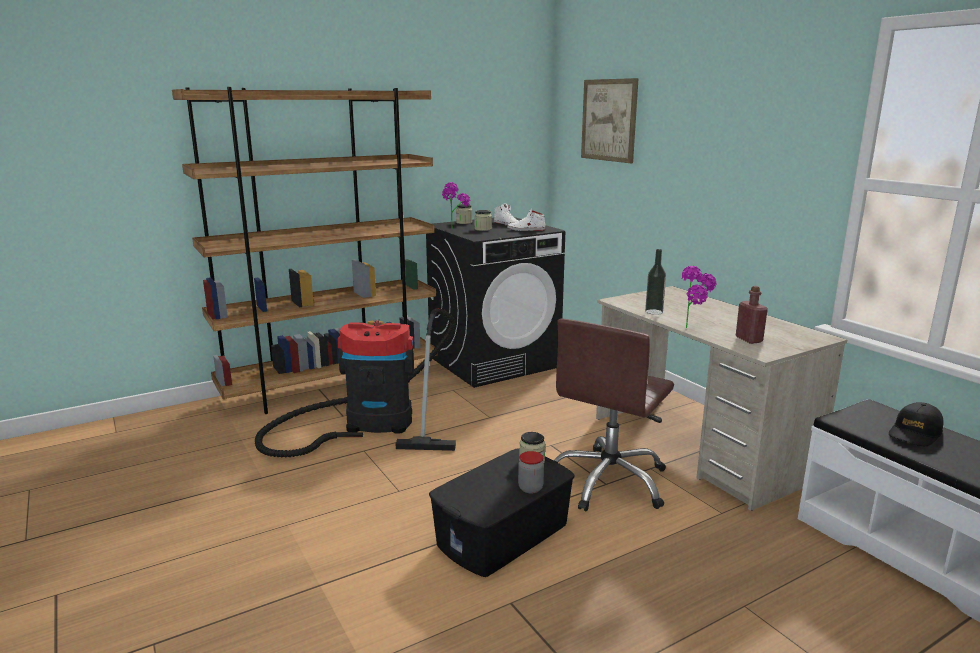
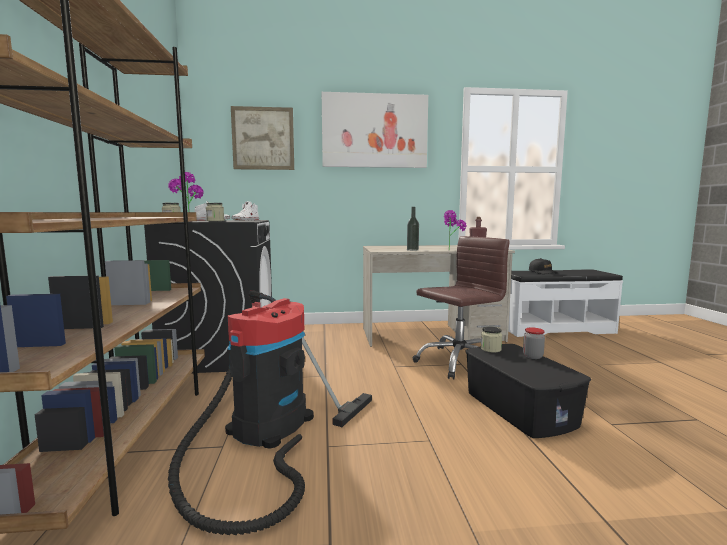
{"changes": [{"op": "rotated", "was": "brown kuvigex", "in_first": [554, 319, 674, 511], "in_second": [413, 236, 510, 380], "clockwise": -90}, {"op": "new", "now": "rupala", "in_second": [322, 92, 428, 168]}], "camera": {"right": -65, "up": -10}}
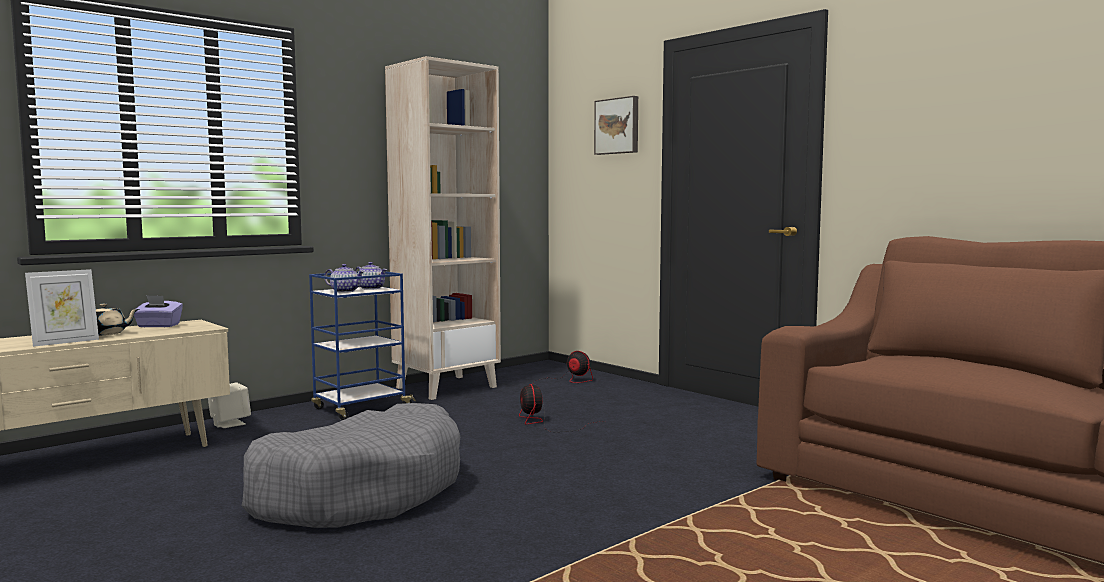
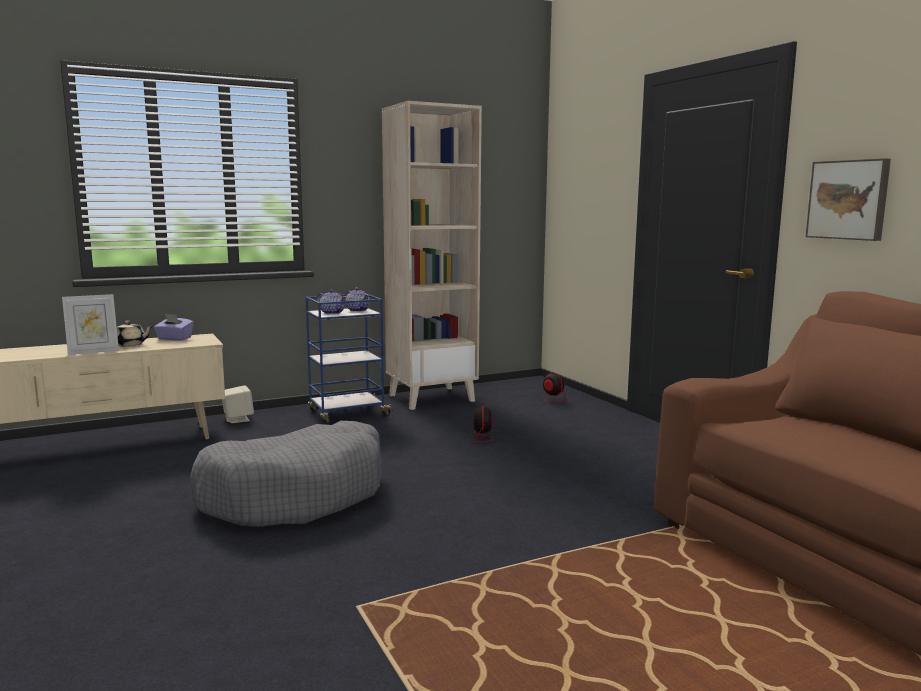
{"changes": [{"op": "shifted", "was": "rupala", "in_first": [594, 96, 638, 155], "in_second": [805, 158, 891, 241]}], "camera": {"right": 15, "up": 5}}
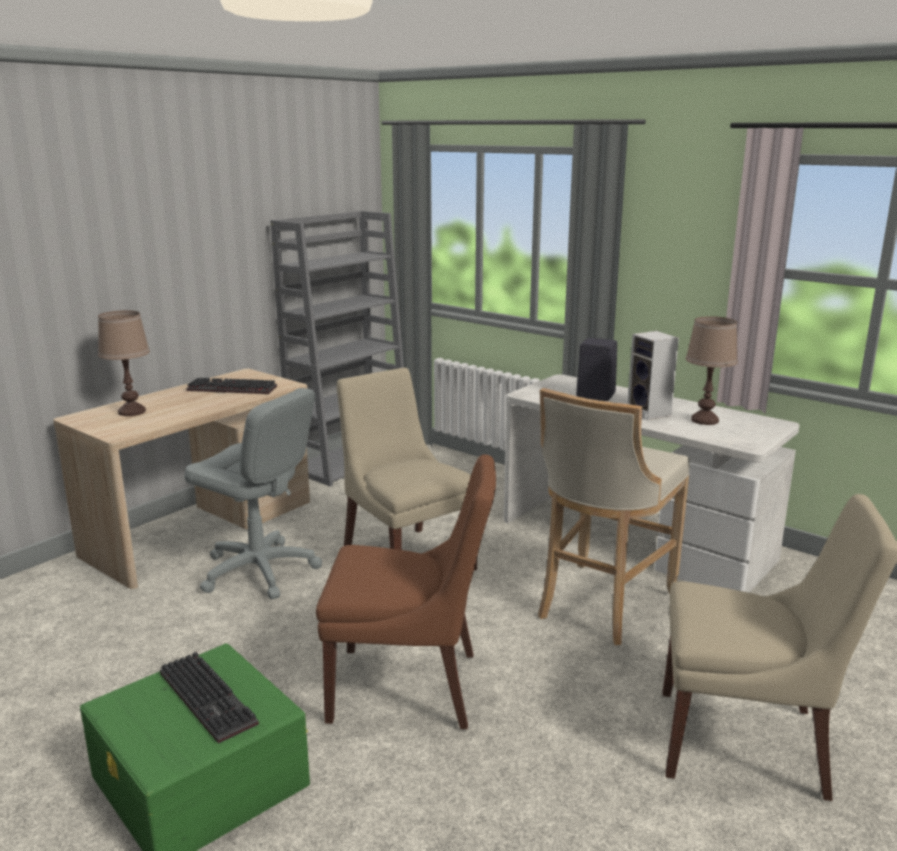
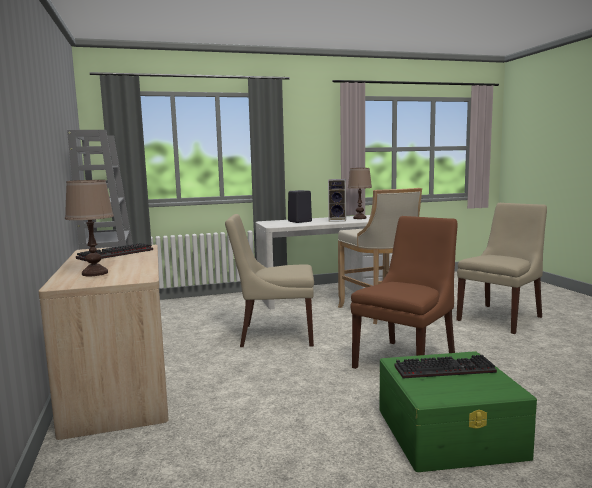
{"changes": [{"op": "gone", "was": "grey kuvigex", "in_first": [184, 388, 322, 599]}], "camera": {"right": -55, "up": -10}}
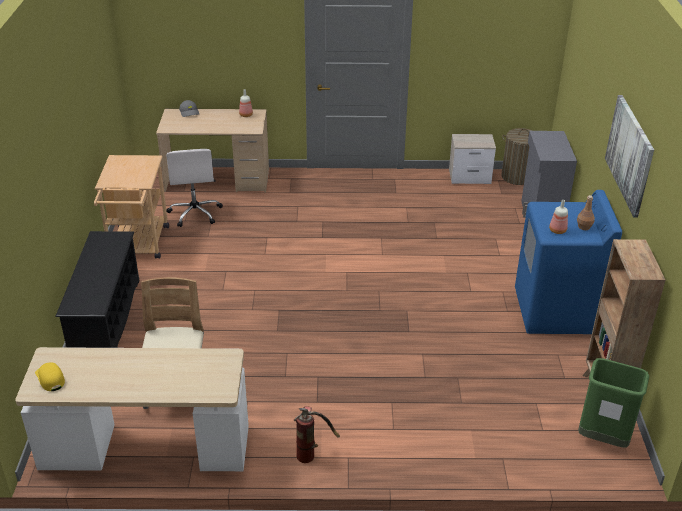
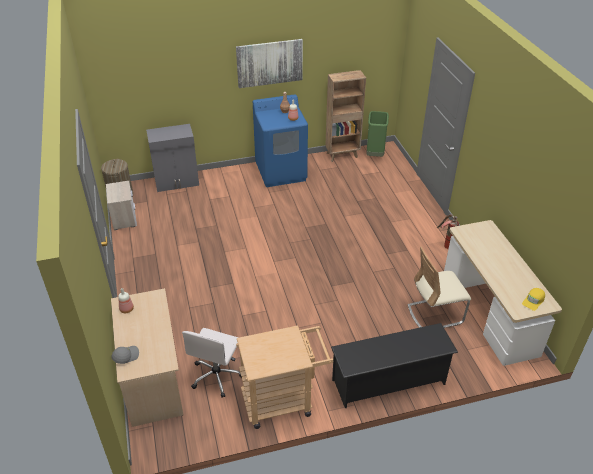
{"changes": [{"op": "rotated", "was": "white kuvigex", "in_first": [166, 149, 223, 227], "in_second": [182, 328, 242, 397], "clockwise": 135}], "camera": {"right": -105, "up": 5}}
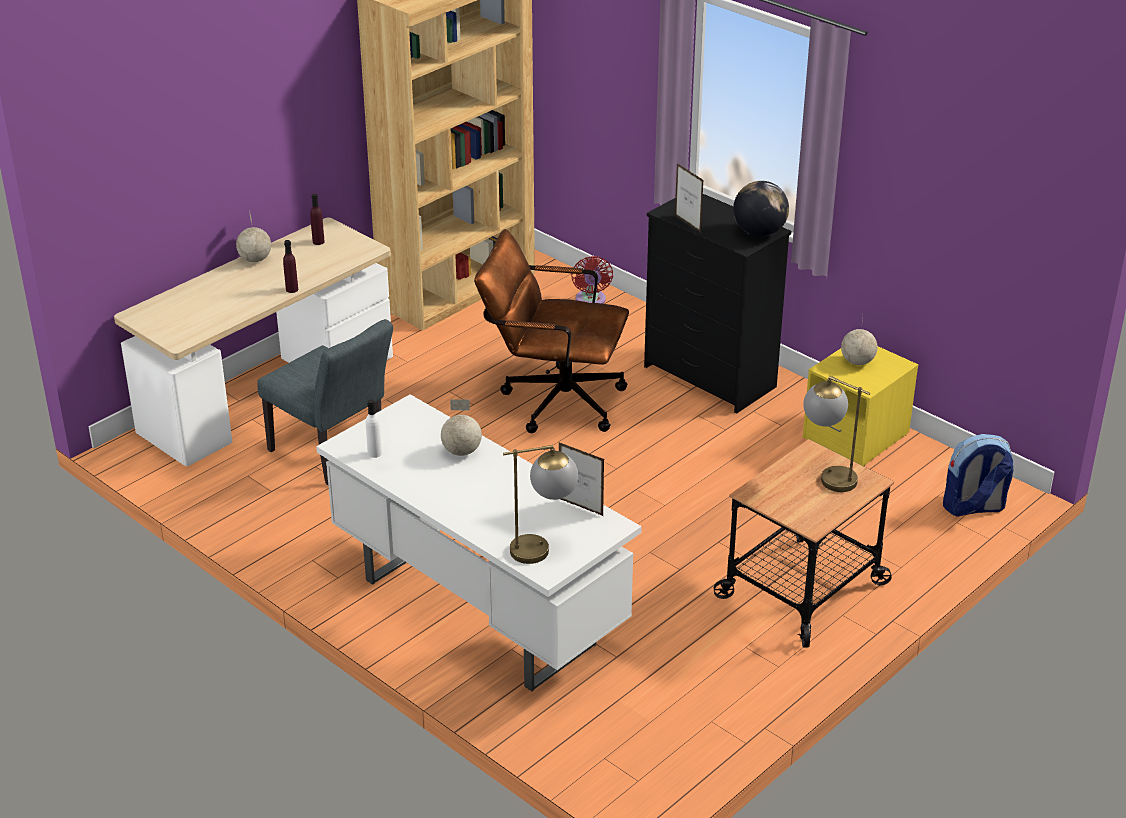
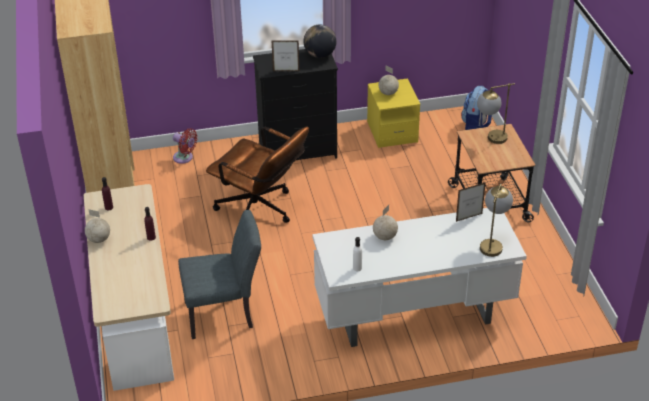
{"changes": [{"op": "rotated", "was": "brown kuvigex", "in_first": [474, 229, 629, 433], "in_second": [206, 127, 309, 223], "clockwise": -105}], "camera": {"right": -55, "up": 5}}
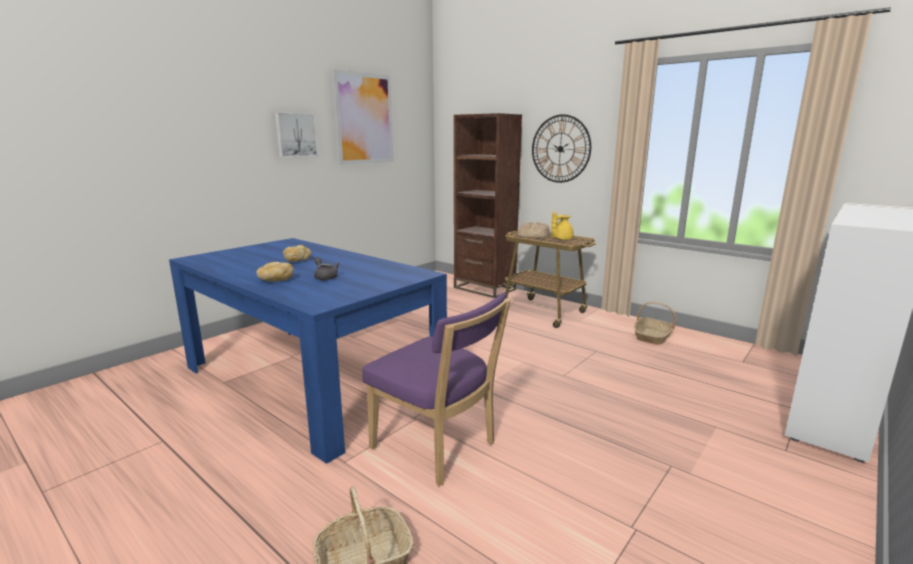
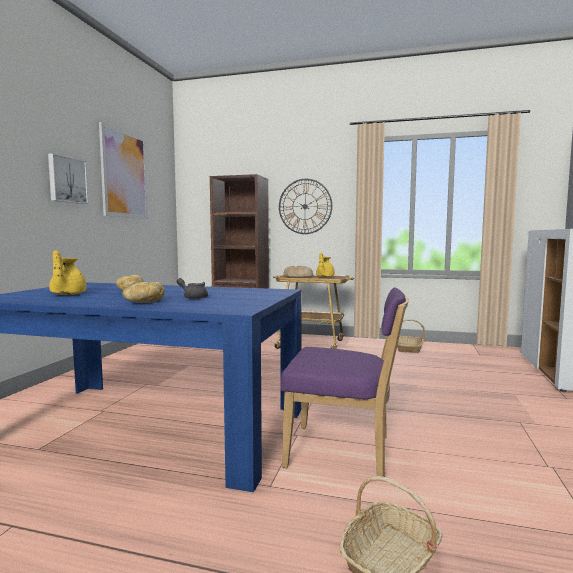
{"changes": [{"op": "new", "now": "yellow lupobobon", "in_second": [49, 250, 86, 295]}], "camera": {"right": -25, "up": -10}}
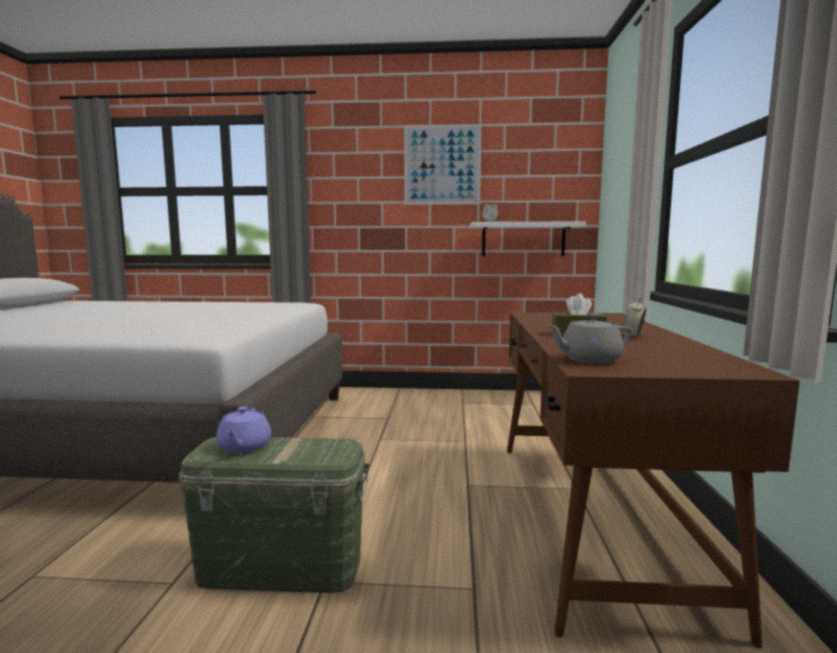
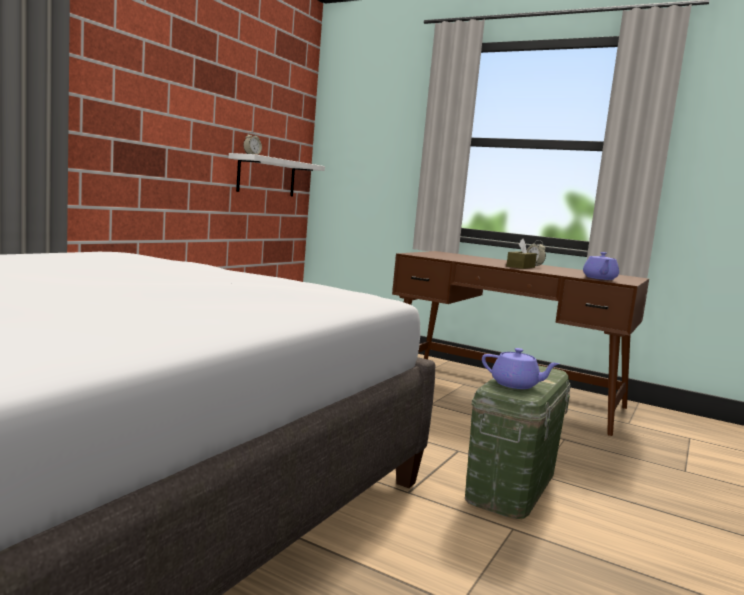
{"changes": [{"op": "gone", "was": "rupala", "in_first": [404, 124, 482, 205]}, {"op": "repainted", "was": "grey lupobobon", "now": "purple lupobobon", "in_first": [546, 313, 632, 364], "in_second": [583, 252, 619, 280]}], "camera": {"right": -65, "up": 0}}
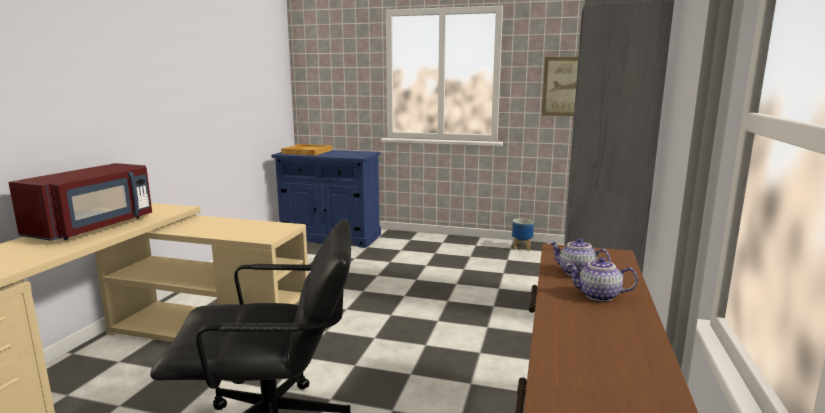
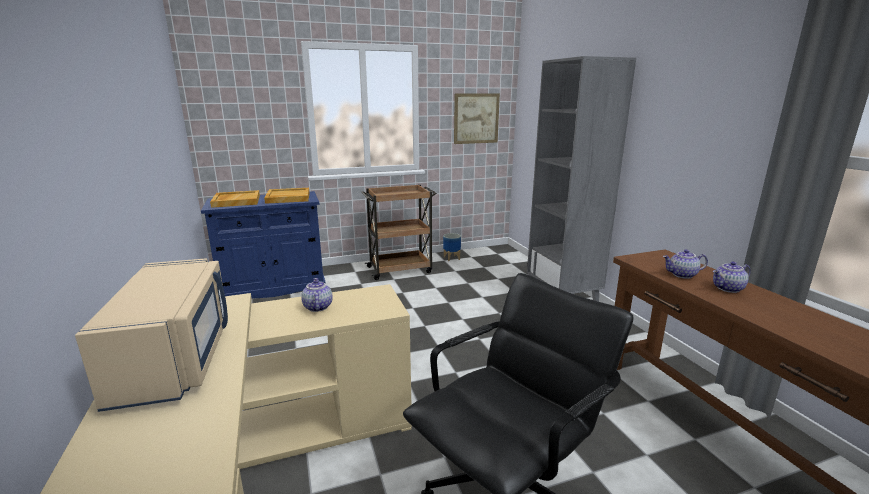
{"changes": [{"op": "repainted", "was": "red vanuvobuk", "now": "beige vanuvobuk", "in_first": [8, 163, 152, 241], "in_second": [75, 258, 228, 412]}, {"op": "new", "now": "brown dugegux", "in_second": [361, 185, 437, 280]}, {"op": "new", "now": "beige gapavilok", "in_second": [264, 188, 309, 204]}, {"op": "new", "now": "lupobobon", "in_second": [301, 278, 333, 312]}], "camera": {"right": -35, "up": 5}}
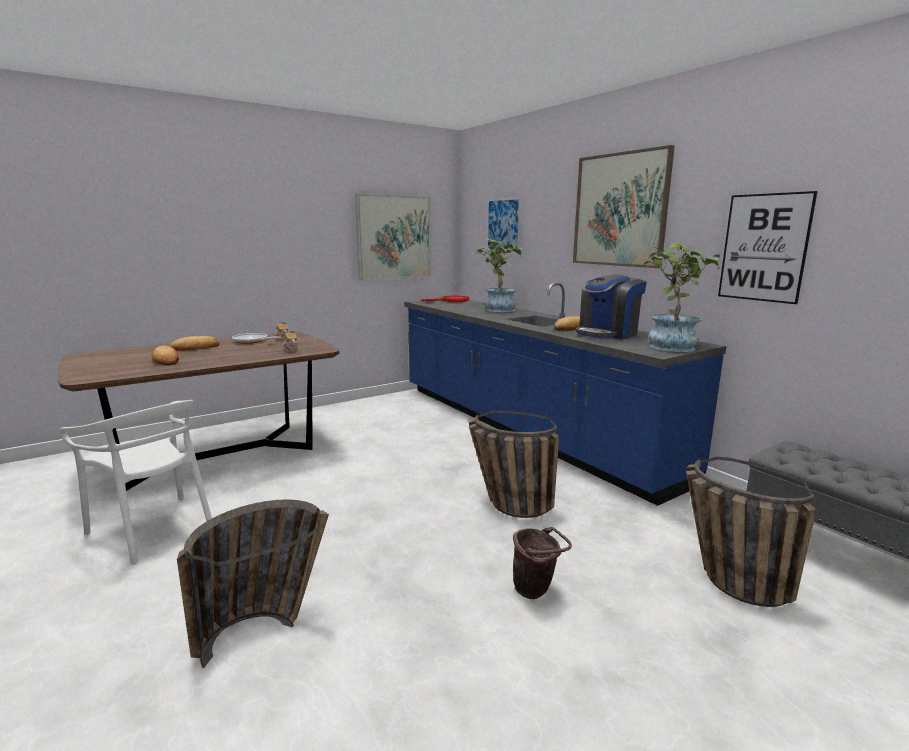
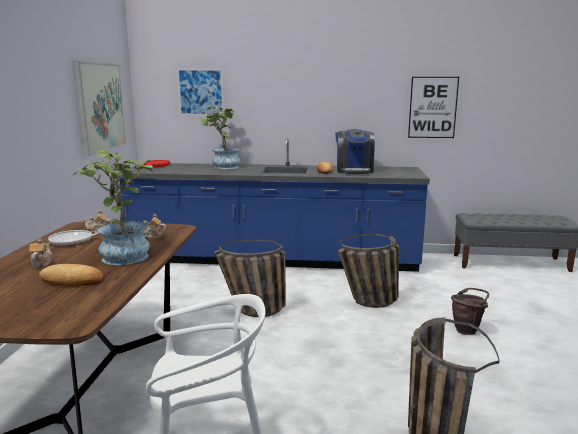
{"changes": [{"op": "gone", "was": "rupala", "in_first": [573, 145, 675, 268]}, {"op": "shifted", "was": "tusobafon", "in_first": [644, 243, 720, 352], "in_second": [73, 150, 154, 265]}, {"op": "swapped", "was": "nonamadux", "now": "lupobobon", "in_first": [170, 336, 219, 351], "in_second": [29, 239, 53, 267]}, {"op": "shifted", "was": "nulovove", "in_first": [686, 457, 816, 607], "in_second": [214, 239, 286, 317]}], "camera": {"right": -50, "up": 0}}
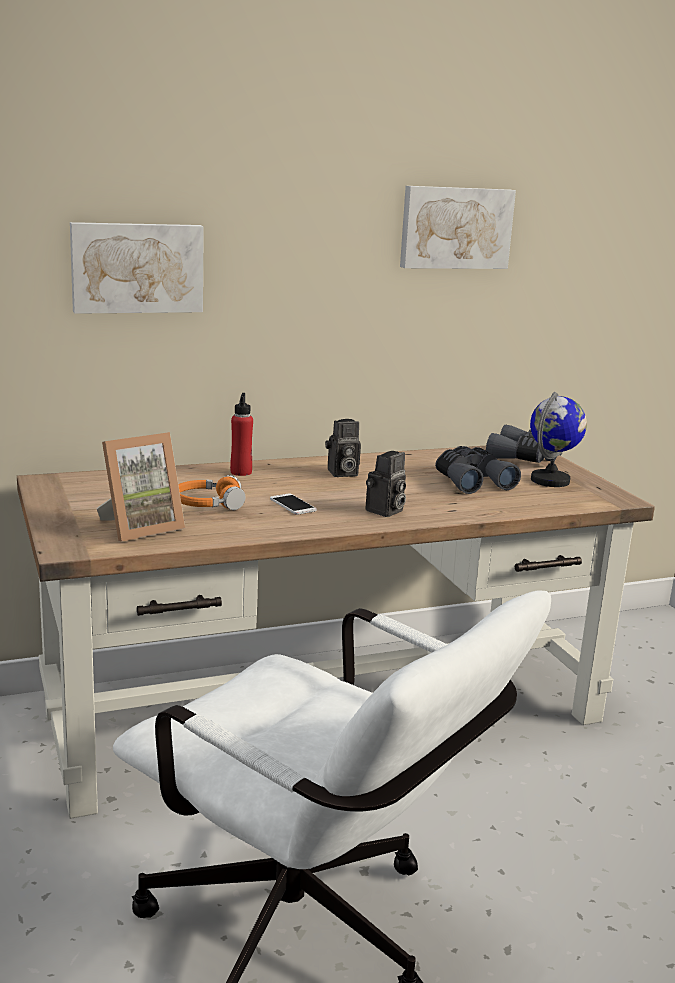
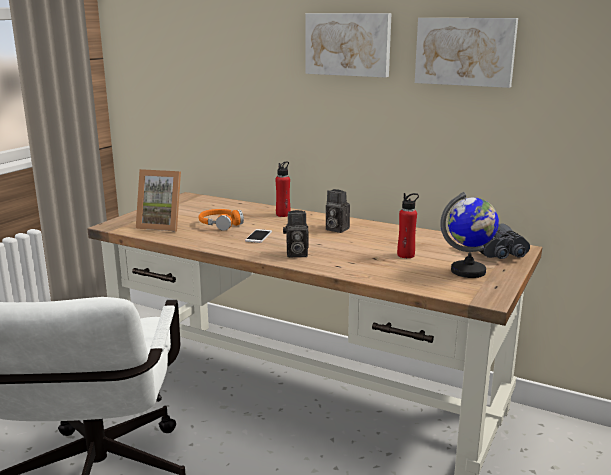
{"changes": [{"op": "shifted", "was": "rupala", "in_first": [70, 222, 204, 314], "in_second": [305, 13, 392, 78]}, {"op": "swapped", "was": "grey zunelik", "now": "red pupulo", "in_first": [435, 446, 521, 494], "in_second": [397, 193, 419, 258]}], "camera": {"right": 50, "up": 0}}
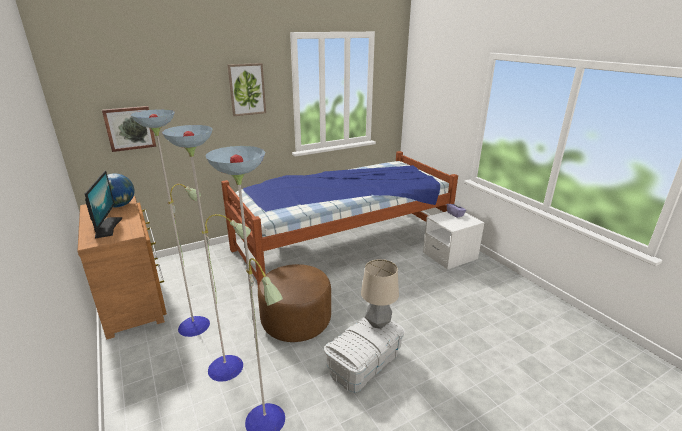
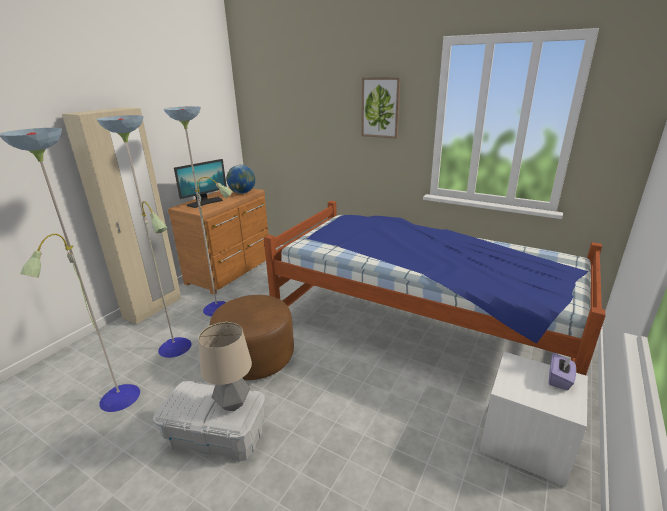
{"changes": [{"op": "gone", "was": "rupala", "in_first": [102, 106, 156, 152]}, {"op": "new", "now": "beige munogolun", "in_second": [62, 107, 181, 324]}], "camera": {"right": 60, "up": 0}}
